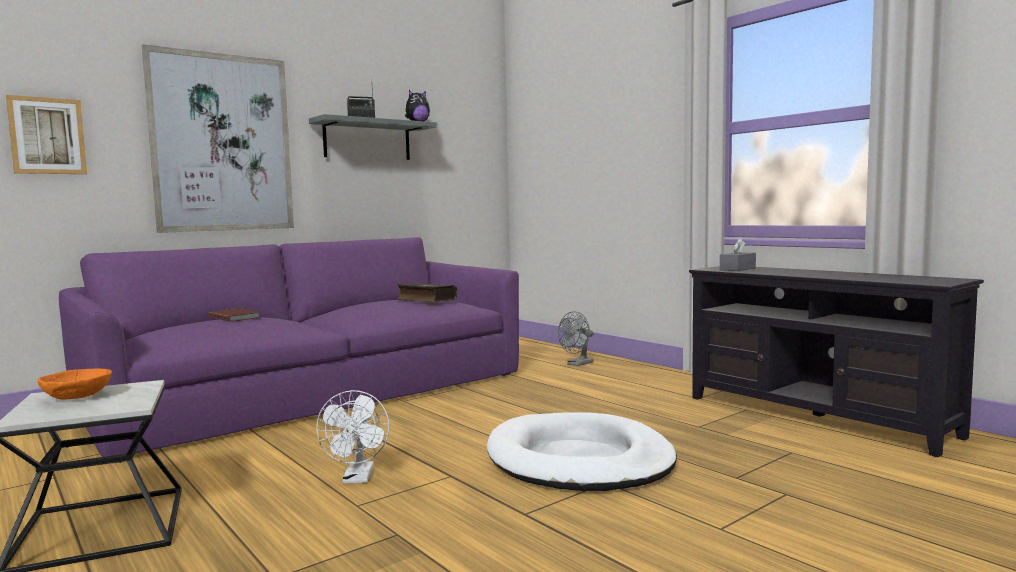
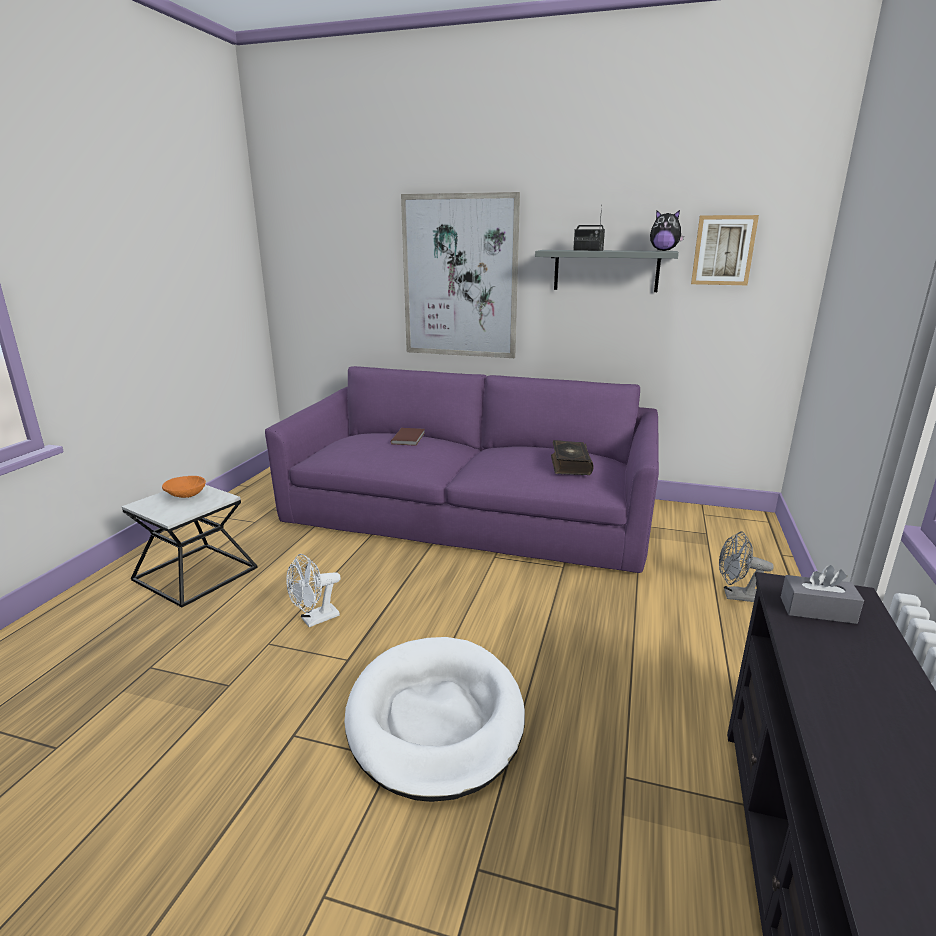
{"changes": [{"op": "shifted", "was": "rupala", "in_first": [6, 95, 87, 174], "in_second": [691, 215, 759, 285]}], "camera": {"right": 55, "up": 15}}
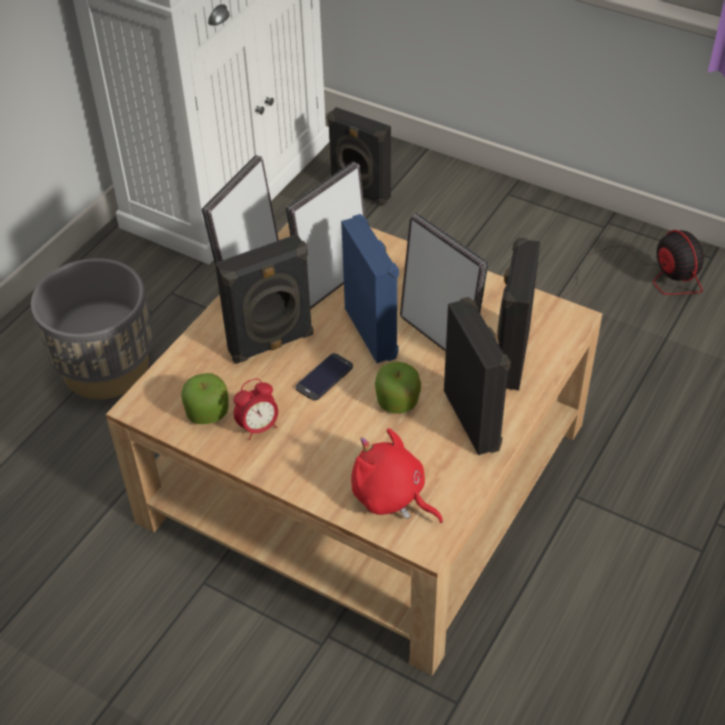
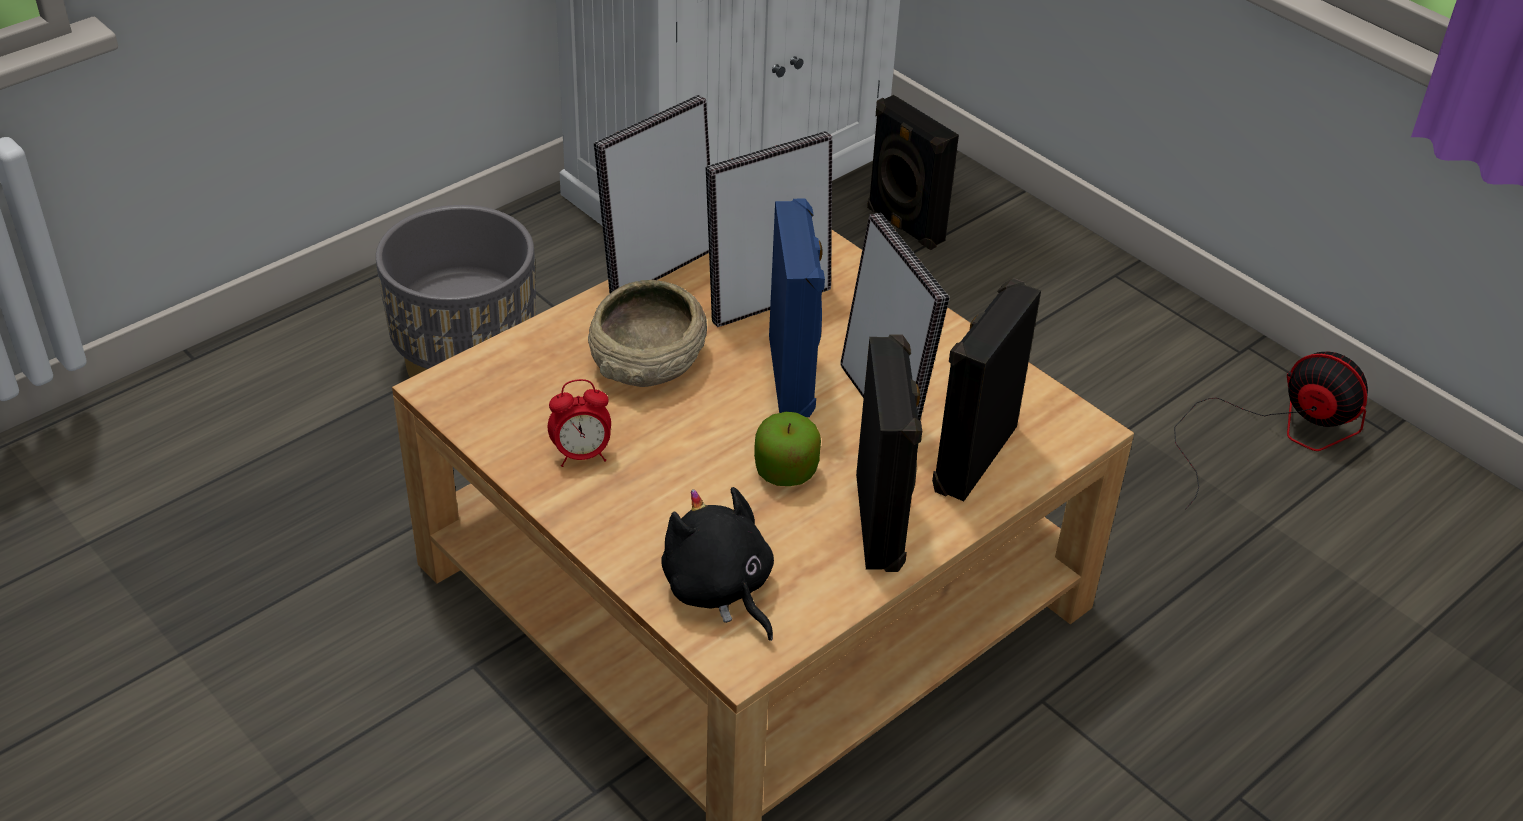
{"changes": [{"op": "rotated", "was": "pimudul", "in_first": [560, 230, 704, 298], "in_second": [1174, 351, 1368, 510], "clockwise": -45}, {"op": "swapped", "was": "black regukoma", "now": "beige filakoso", "in_first": [215, 234, 313, 364], "in_second": [588, 280, 707, 387]}, {"op": "gone", "was": "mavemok", "in_first": [296, 353, 353, 401]}, {"op": "gone", "was": "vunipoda", "in_first": [181, 373, 229, 424]}, {"op": "repainted", "was": "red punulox", "now": "black punulox", "in_first": [351, 428, 443, 523], "in_second": [661, 487, 774, 641]}], "camera": {"right": 15, "up": -5}}
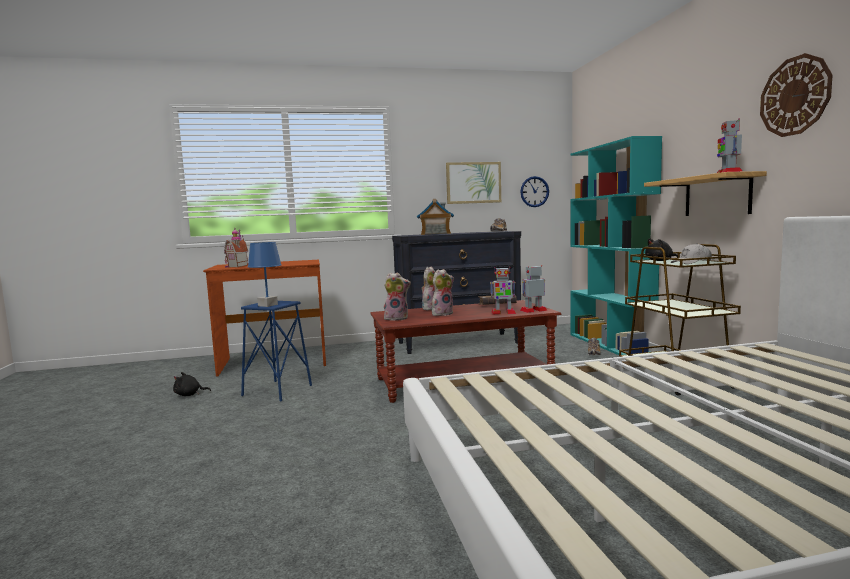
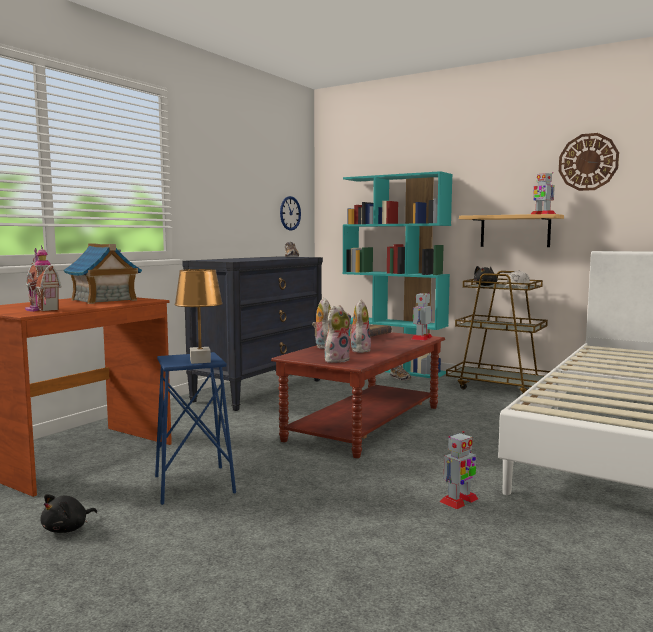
{"changes": [{"op": "gone", "was": "rupala", "in_first": [446, 162, 501, 204]}, {"op": "shifted", "was": "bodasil", "in_first": [417, 199, 454, 235], "in_second": [63, 243, 142, 304]}, {"op": "repainted", "was": "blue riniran", "now": "brown riniran", "in_first": [248, 242, 282, 307], "in_second": [174, 269, 223, 364]}, {"op": "shifted", "was": "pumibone", "in_first": [490, 267, 516, 314], "in_second": [440, 431, 478, 509]}], "camera": {"right": -45, "up": 0}}
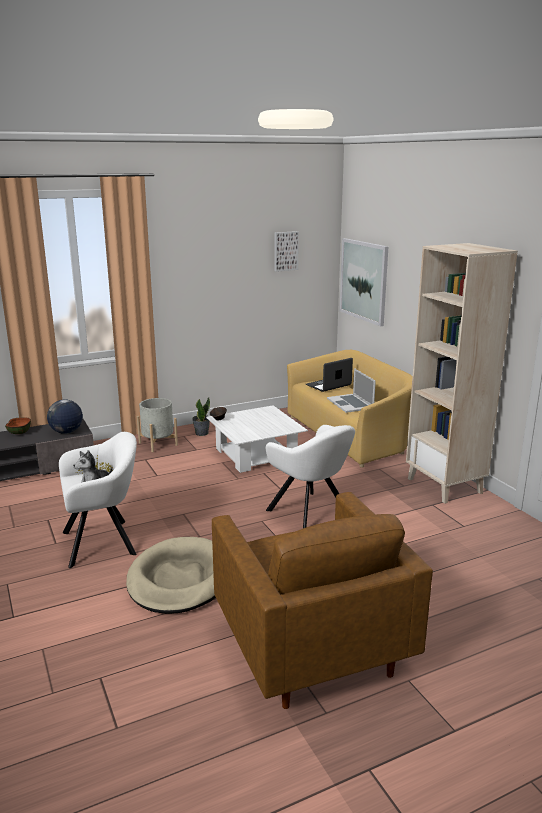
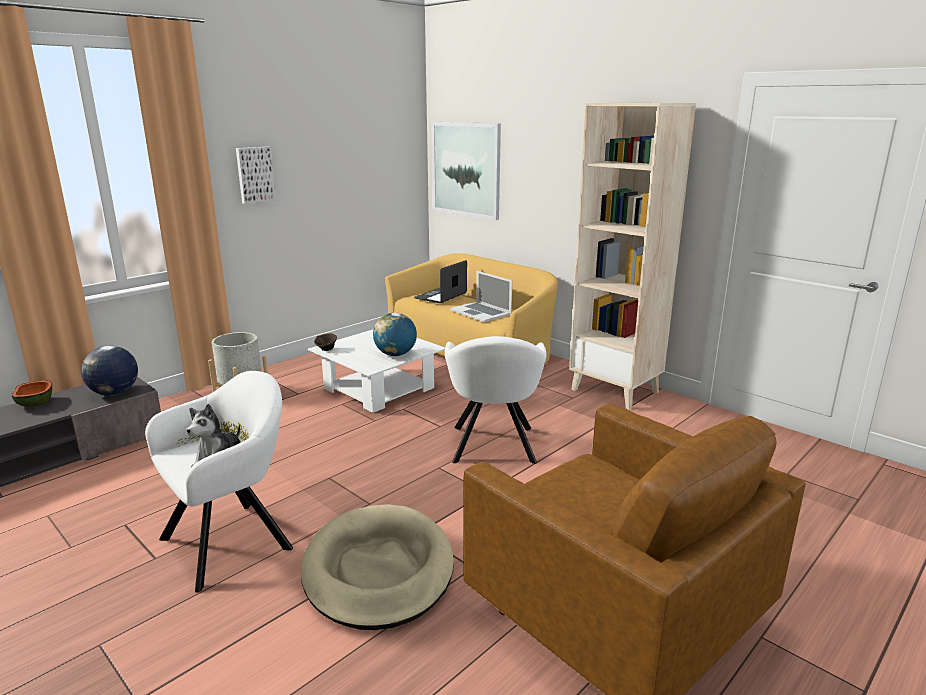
{"changes": [{"op": "shifted", "was": "rupala", "in_first": [275, 231, 299, 272], "in_second": [236, 147, 276, 204]}, {"op": "gone", "was": "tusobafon", "in_first": [192, 397, 210, 436]}, {"op": "rotated", "was": "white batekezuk", "in_first": [266, 425, 355, 528], "in_second": [445, 336, 547, 464], "clockwise": 60}, {"op": "new", "now": "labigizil", "in_second": [373, 312, 417, 356]}], "camera": {"right": -20, "up": 0}}
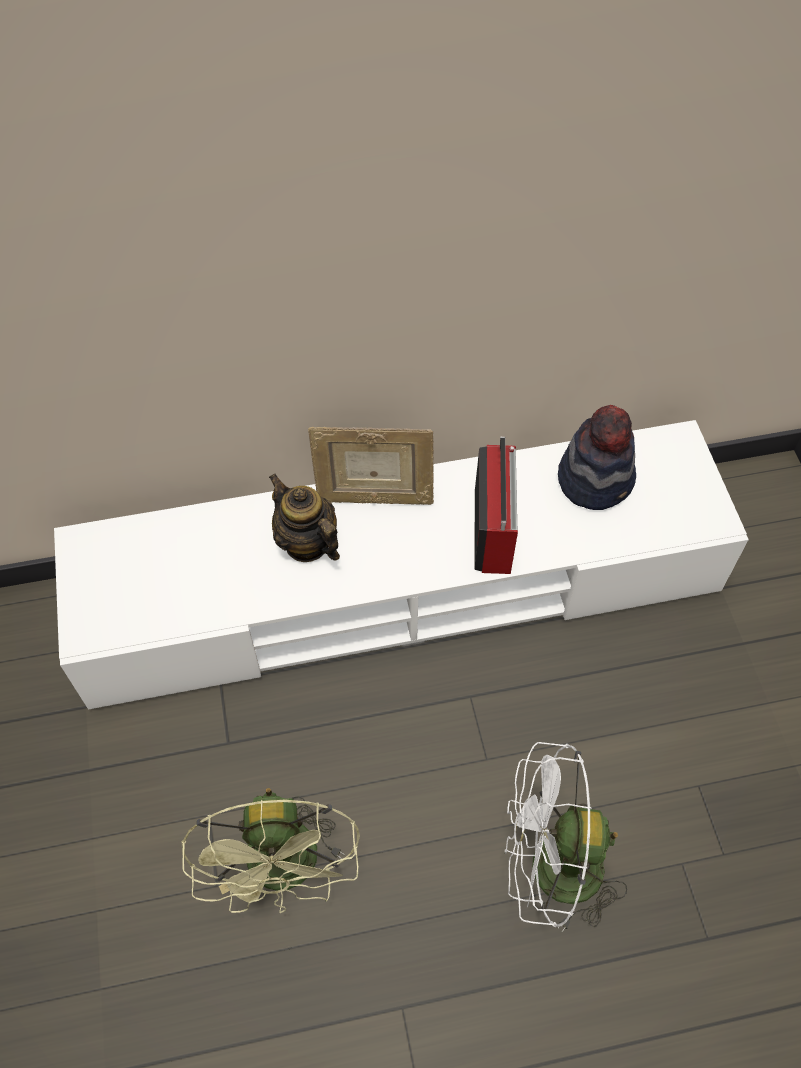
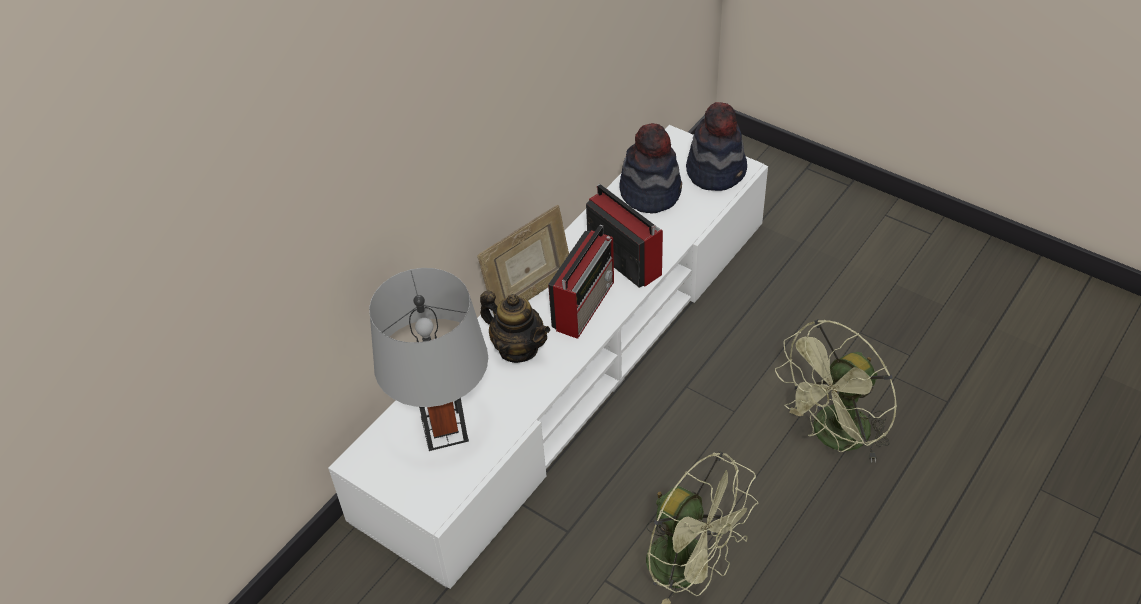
{"changes": [{"op": "rotated", "was": "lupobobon", "in_first": [269, 474, 340, 562], "in_second": [480, 290, 550, 363], "clockwise": -150}, {"op": "repainted", "was": "white pimudul", "now": "green pimudul", "in_first": [505, 742, 627, 932], "in_second": [775, 319, 897, 463]}, {"op": "new", "now": "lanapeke", "in_second": [686, 102, 747, 191]}, {"op": "new", "now": "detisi", "in_second": [548, 225, 614, 339]}, {"op": "new", "now": "grey riniran", "in_second": [369, 268, 488, 451]}], "camera": {"right": -40, "up": -10}}
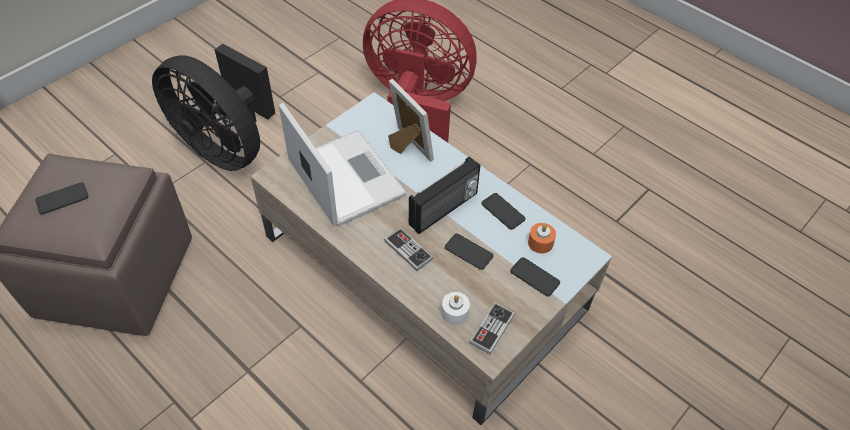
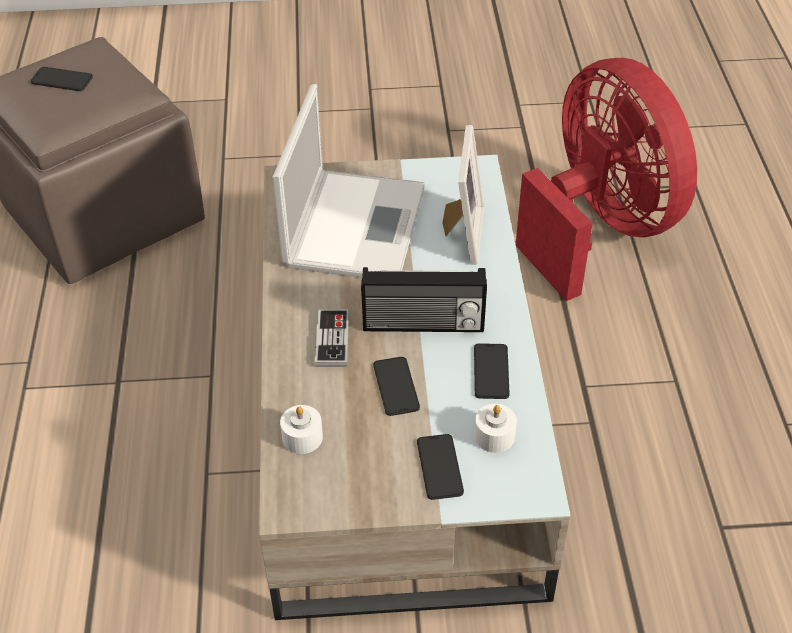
{"changes": [{"op": "gone", "was": "black pimudul", "in_first": [152, 44, 275, 171]}, {"op": "repainted", "was": "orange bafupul", "now": "white bafupul", "in_first": [528, 223, 556, 253], "in_second": [474, 404, 517, 453]}, {"op": "gone", "was": "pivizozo", "in_first": [469, 302, 515, 354]}], "camera": {"right": 45, "up": -5}}
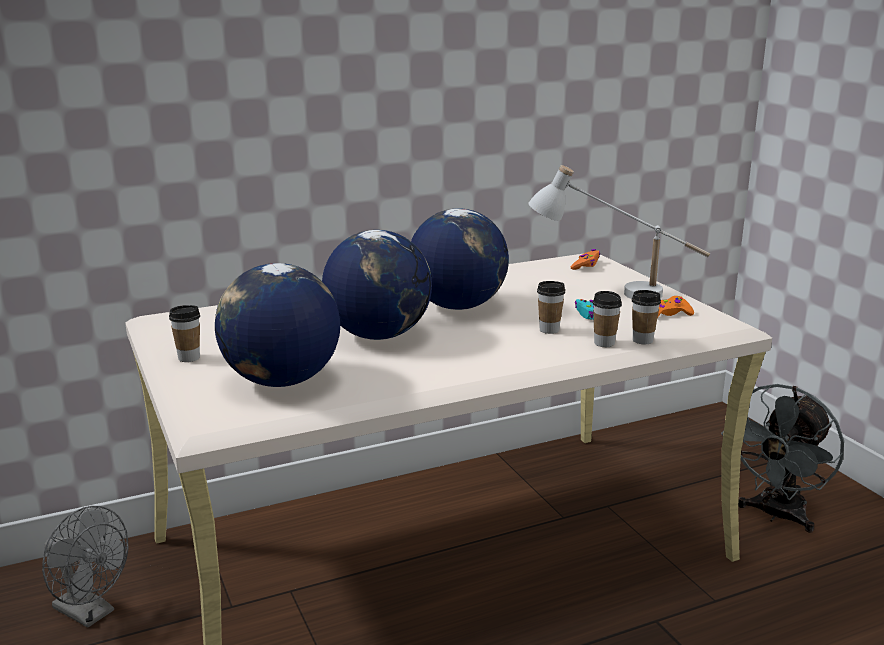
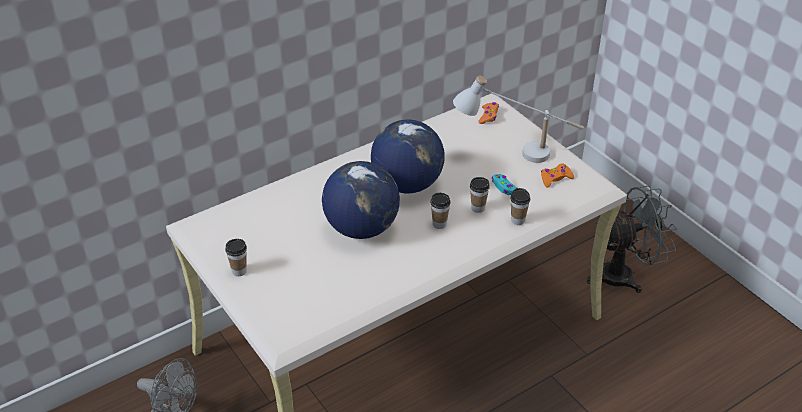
{"changes": [{"op": "gone", "was": "labigizil", "in_first": [215, 263, 340, 387]}, {"op": "shifted", "was": "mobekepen", "in_first": [632, 290, 661, 344], "in_second": [430, 193, 451, 229]}, {"op": "rotated", "was": "grey pimudul", "in_first": [721, 384, 844, 533], "in_second": [587, 186, 677, 293], "clockwise": -135}], "camera": {"right": -10, "up": 20}}
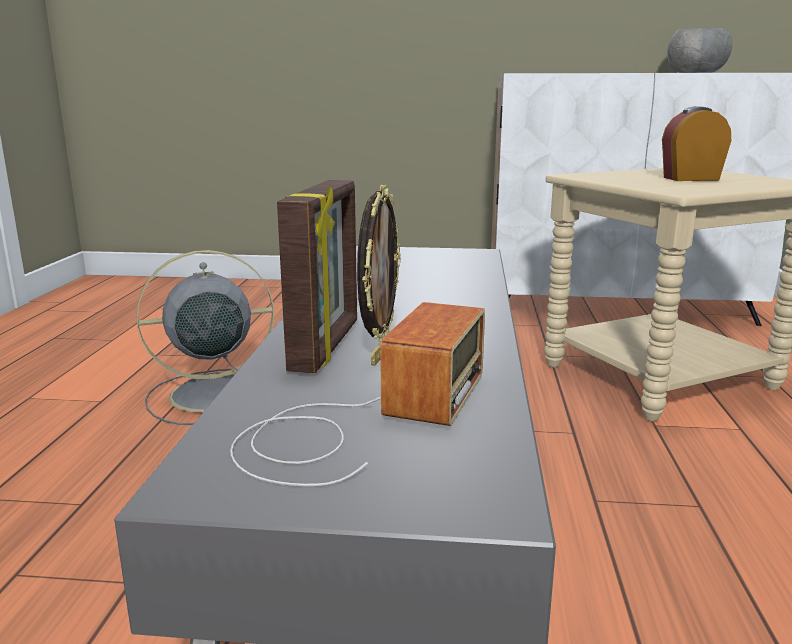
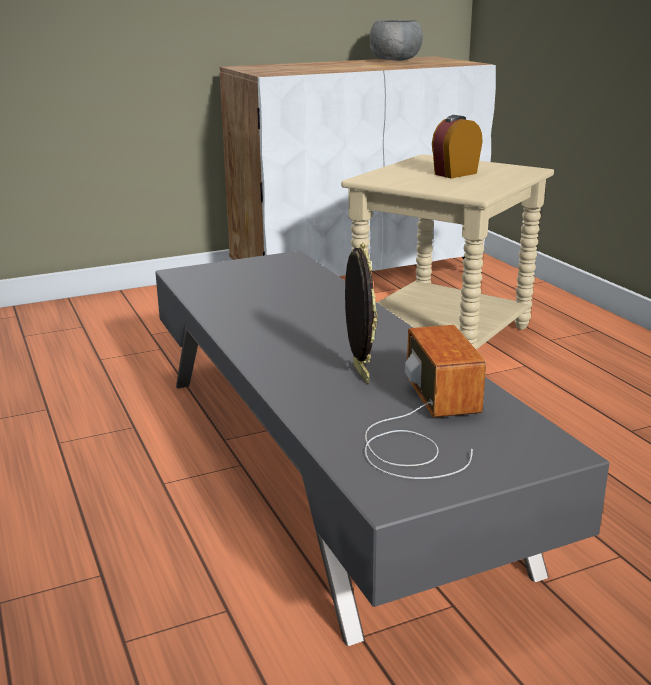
{"changes": [{"op": "gone", "was": "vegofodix", "in_first": [277, 180, 357, 373]}, {"op": "gone", "was": "grey pimudul", "in_first": [136, 250, 274, 425]}], "camera": {"right": -30, "up": 5}}
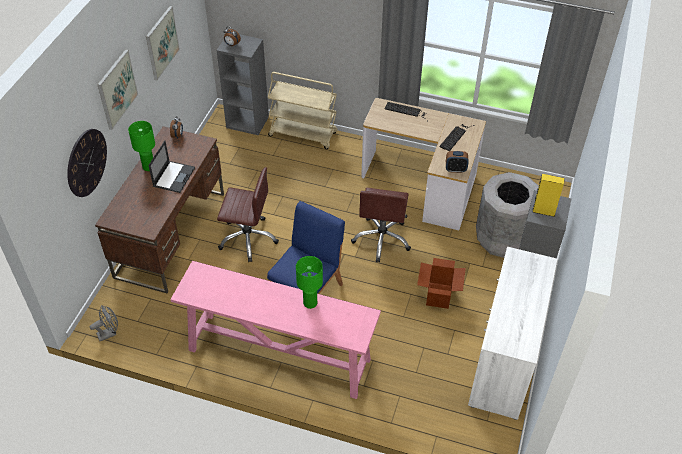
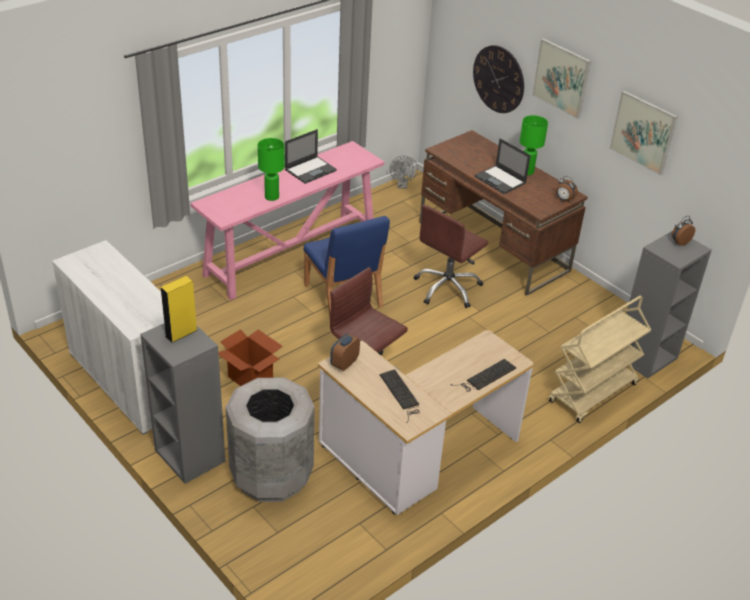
{"changes": [{"op": "new", "now": "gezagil", "in_second": [285, 129, 337, 184]}], "camera": {"right": 120, "up": -10}}
